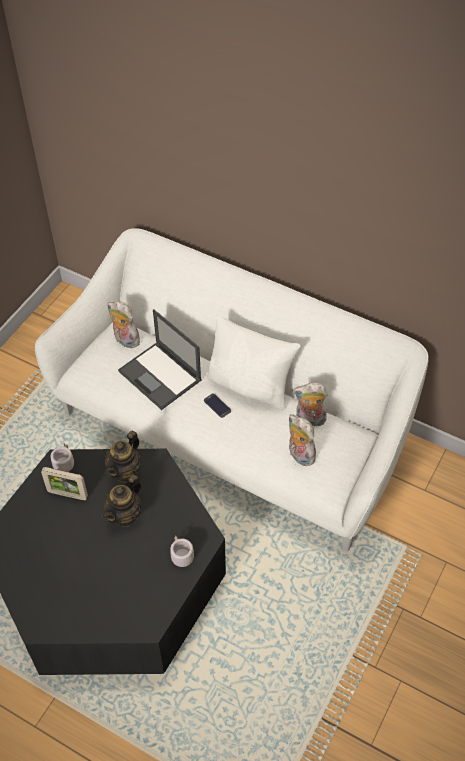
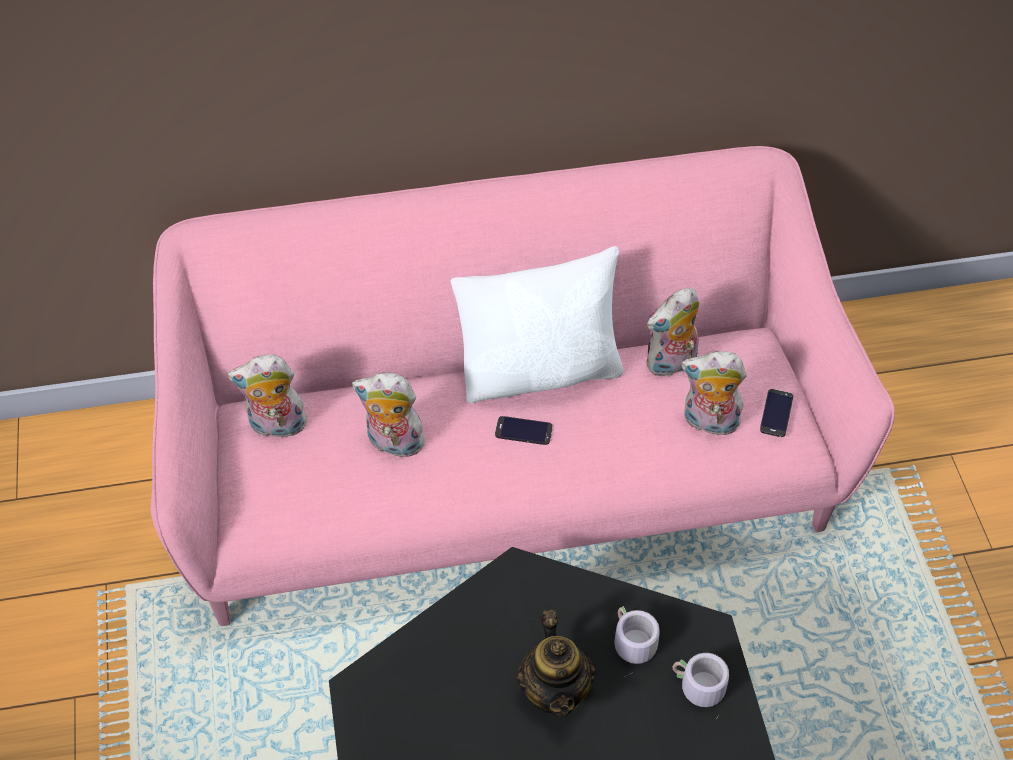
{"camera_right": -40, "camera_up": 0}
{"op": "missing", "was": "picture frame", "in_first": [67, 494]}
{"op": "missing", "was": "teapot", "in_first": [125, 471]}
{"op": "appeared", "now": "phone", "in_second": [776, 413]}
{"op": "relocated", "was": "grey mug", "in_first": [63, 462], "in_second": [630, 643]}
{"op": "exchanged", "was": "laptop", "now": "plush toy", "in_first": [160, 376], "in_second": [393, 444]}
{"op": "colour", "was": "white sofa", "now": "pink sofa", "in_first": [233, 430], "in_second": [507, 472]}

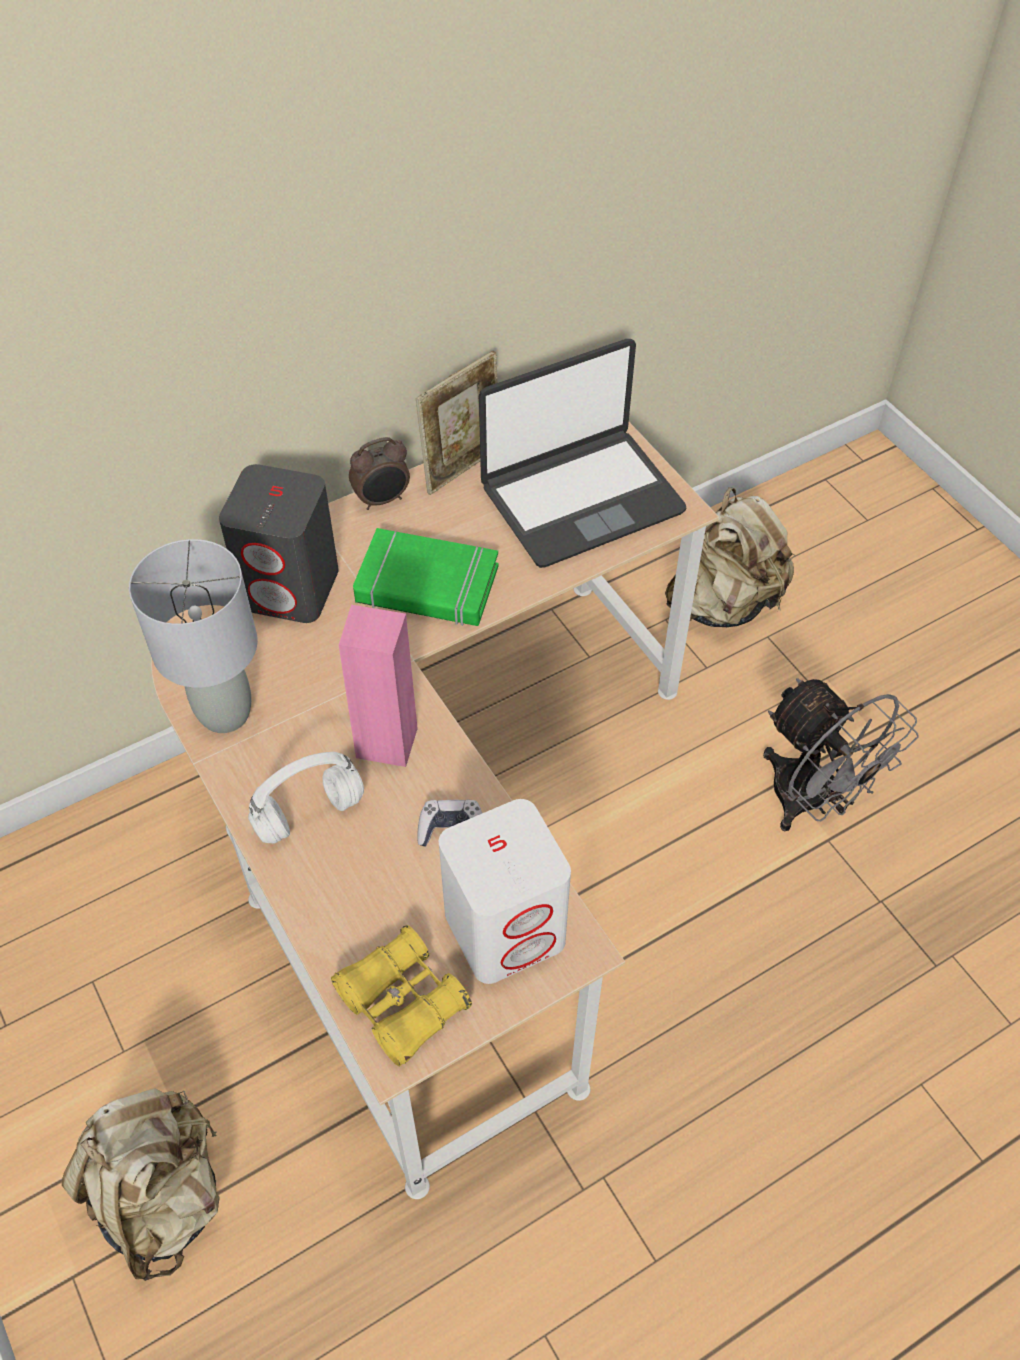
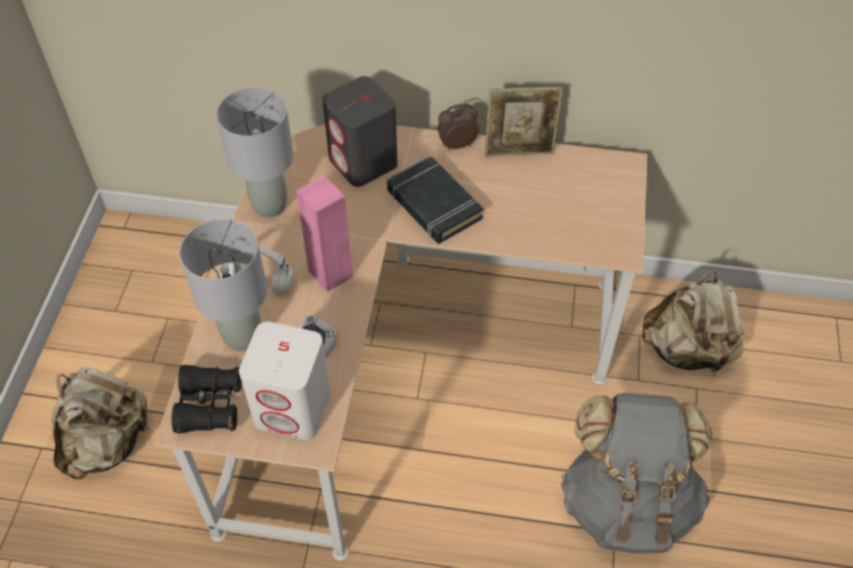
{"camera_right": 40, "camera_up": 0}
{"op": "missing", "was": "laptop", "in_first": [581, 498]}
{"op": "appeared", "now": "grey table lamp", "in_second": [243, 336]}
{"op": "exchanged", "was": "grey fan", "now": "grey backpack", "in_first": [812, 801], "in_second": [627, 503]}
{"op": "colour", "was": "yellow binoculars", "now": "black binoculars", "in_first": [402, 1003], "in_second": [209, 405]}
{"op": "colour", "was": "green book", "now": "black book", "in_first": [426, 585], "in_second": [433, 205]}
{"op": "spun", "was": "alarm clock", "in_first": [382, 500], "in_second": [457, 144], "clockwise": 150}

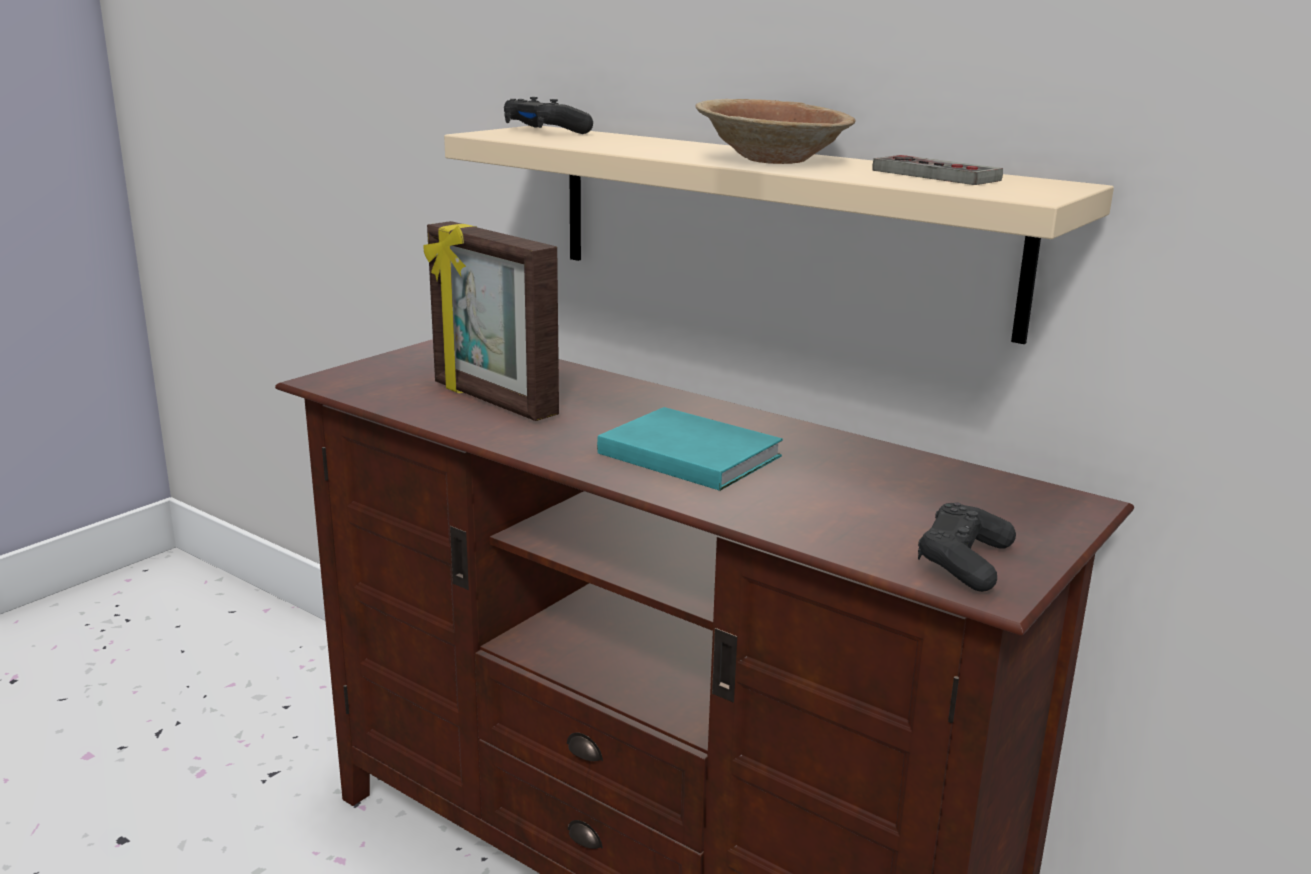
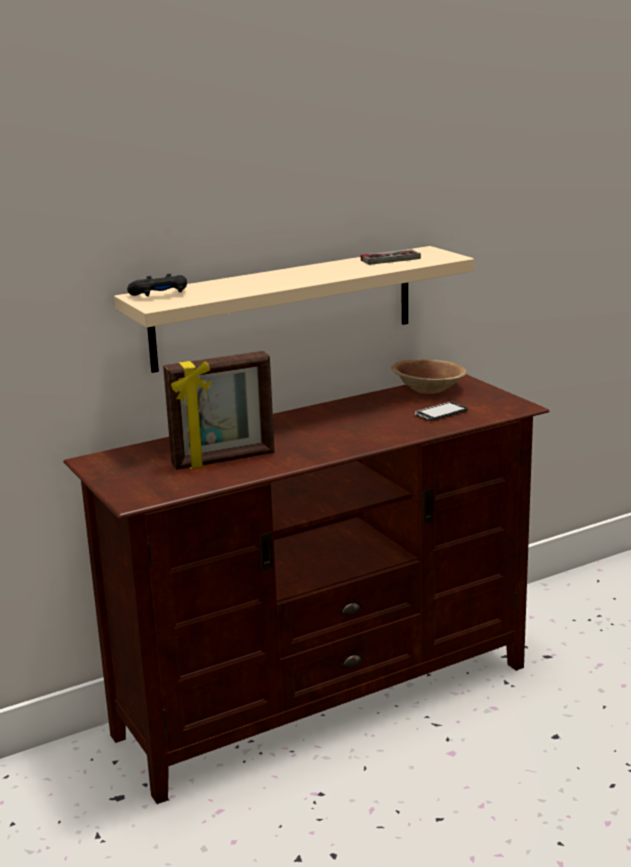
{"camera_right": -65, "camera_up": 0}
{"op": "missing", "was": "turquoise book", "in_first": [687, 453]}
{"op": "missing", "was": "black game controller", "in_first": [964, 562]}
{"op": "appeared", "now": "phone", "in_second": [441, 413]}
{"op": "relocated", "was": "brown bowl", "in_first": [772, 160], "in_second": [429, 390]}

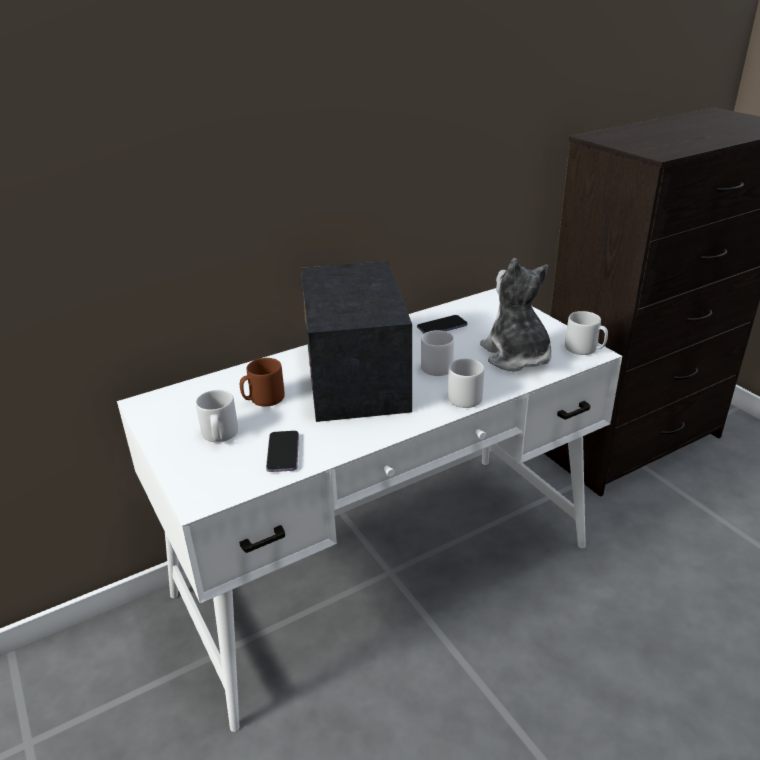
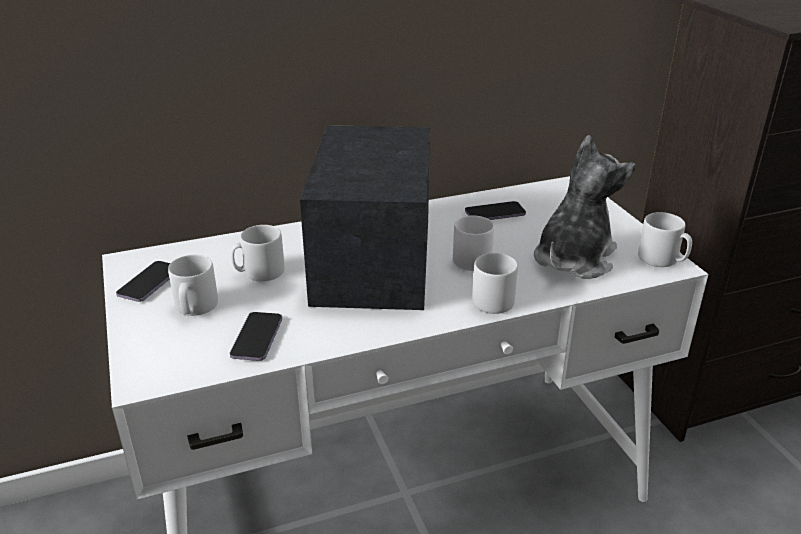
{"camera_right": 10, "camera_up": 0}
{"op": "appeared", "now": "phone", "in_second": [149, 283]}
{"op": "colour", "was": "brown mug", "now": "grey mug", "in_first": [263, 399], "in_second": [259, 272]}
{"op": "spun", "was": "plush toy", "in_first": [516, 356], "in_second": [573, 259], "clockwise": 45}

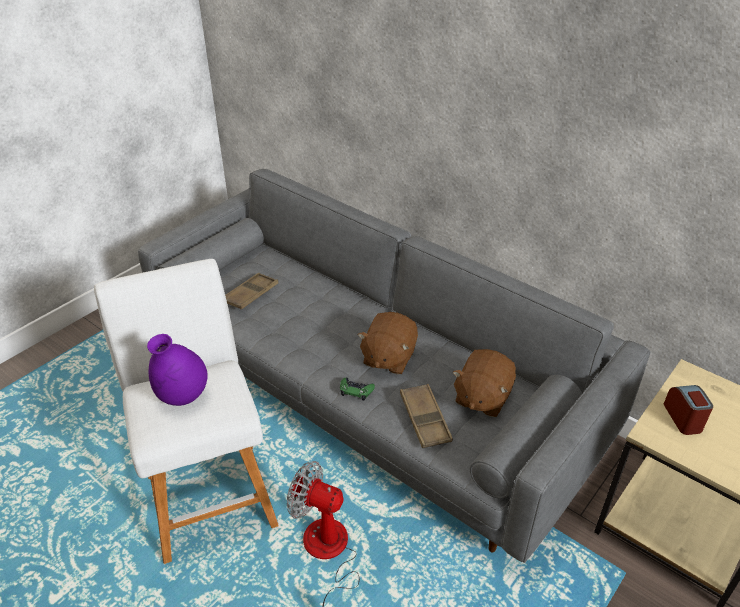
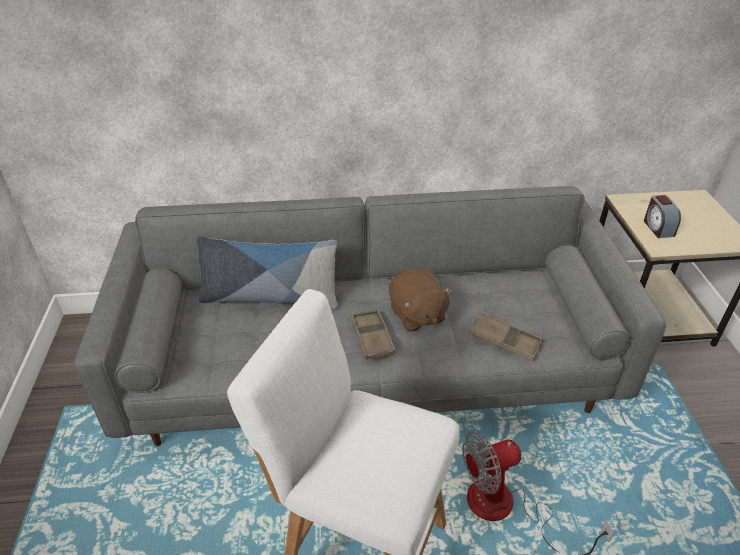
{"camera_right": -45, "camera_up": 0}
{"op": "missing", "was": "purple vase", "in_first": [183, 397]}
{"op": "missing", "was": "green game controller", "in_first": [356, 391]}
{"op": "missing", "was": "brown plush toy", "in_first": [482, 397]}
{"op": "appeared", "now": "pillow", "in_second": [270, 297]}
{"op": "relocated", "was": "brown tray", "in_first": [250, 294], "in_second": [372, 338]}
{"op": "spun", "was": "alarm clock", "in_first": [683, 418], "in_second": [657, 228], "clockwise": -135}

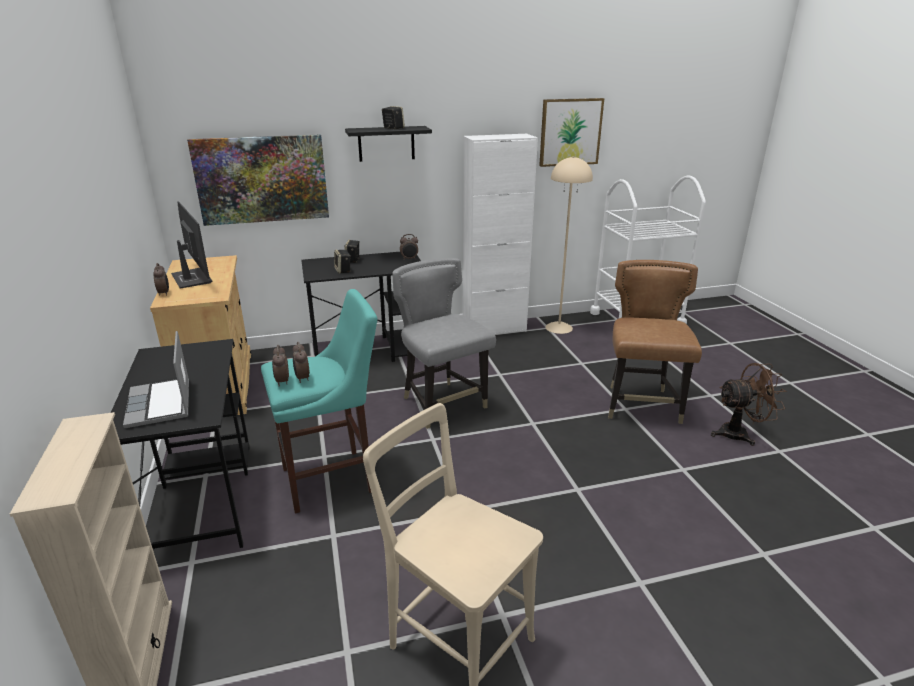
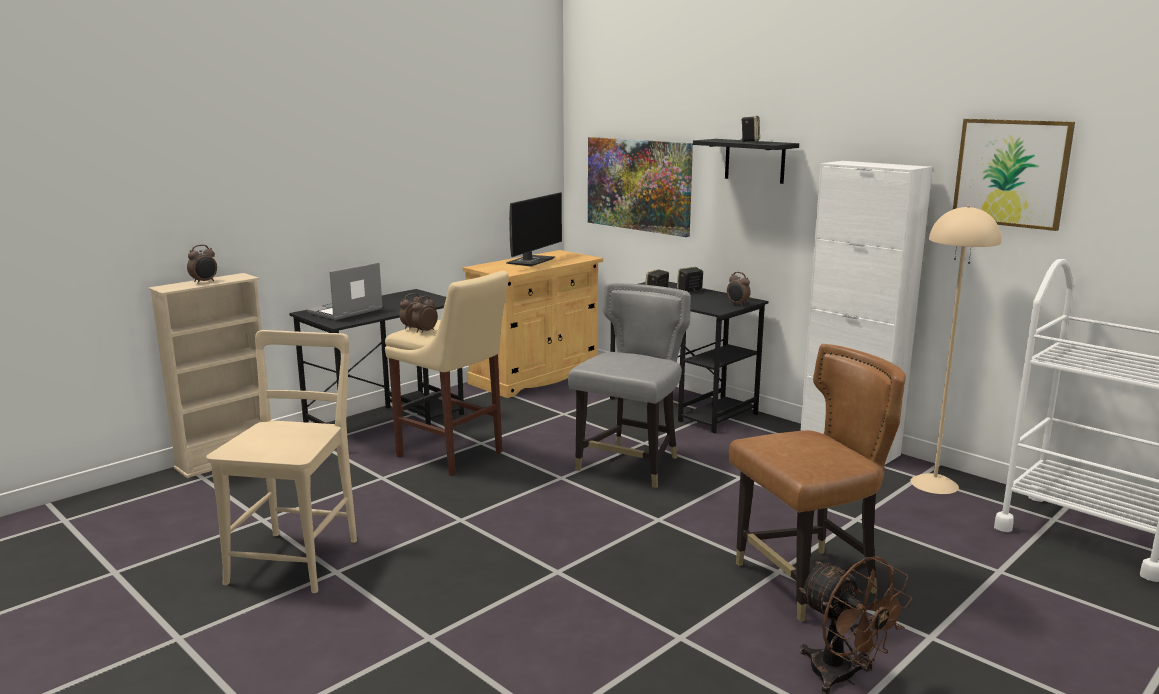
{"camera_right": 60, "camera_up": -10}
{"op": "relocated", "was": "alarm clock", "in_first": [164, 293], "in_second": [204, 282]}
{"op": "colour", "was": "turquoise stool", "now": "beige stool", "in_first": [333, 479], "in_second": [453, 455]}

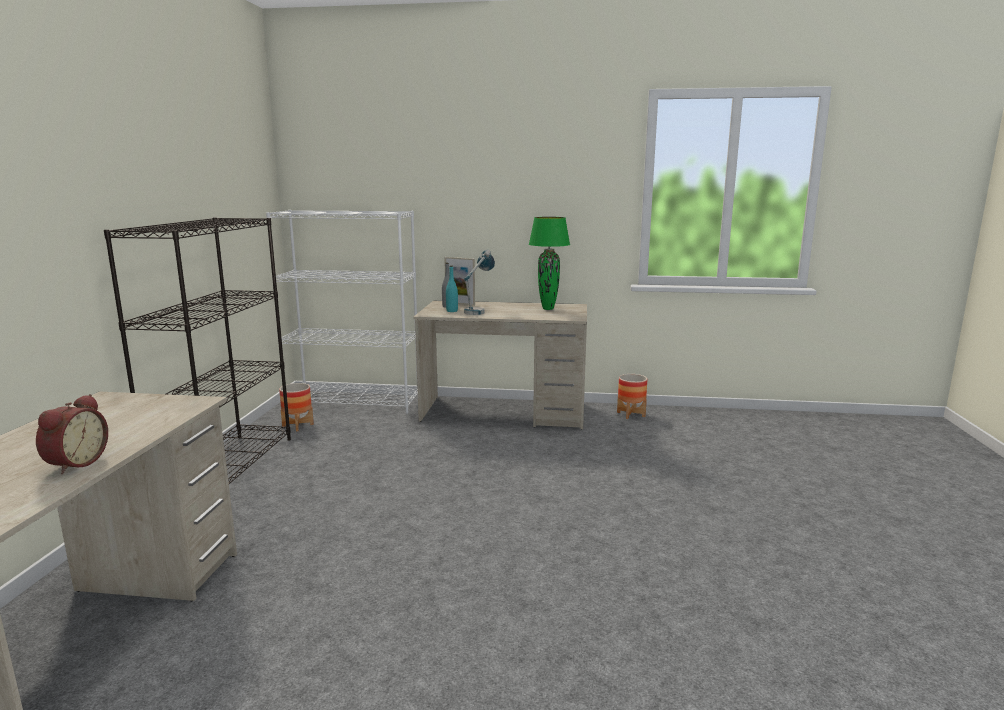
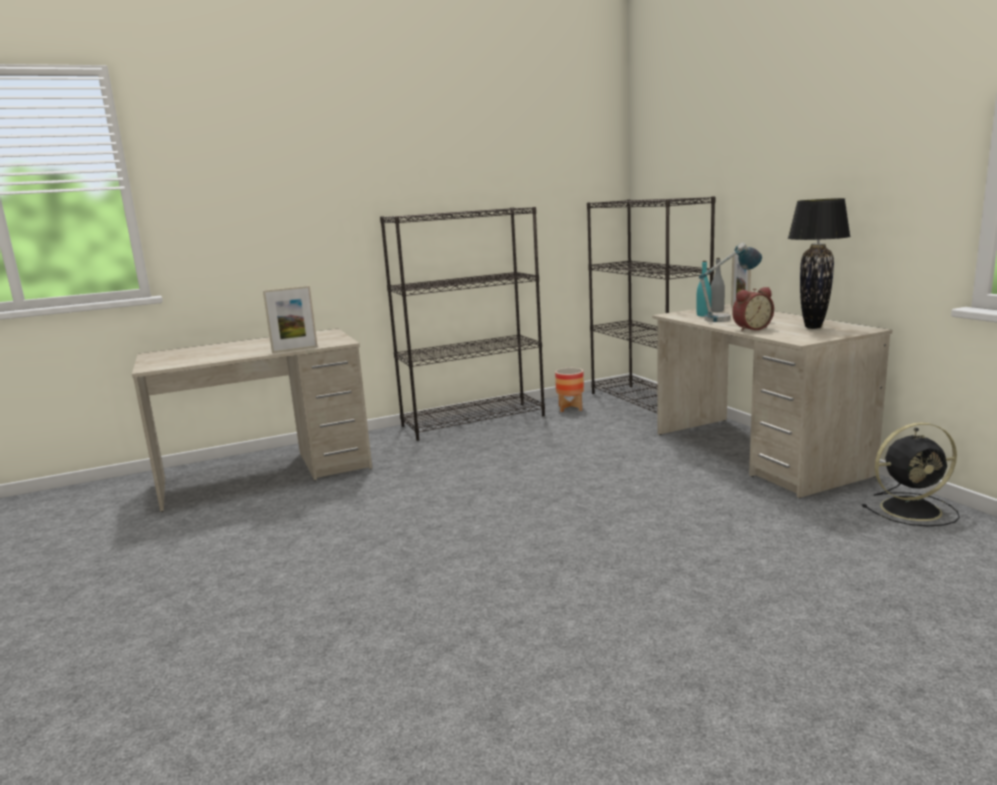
{"camera_right": 60, "camera_up": 0}
{"op": "appeared", "now": "picture frame", "in_second": [295, 349]}
{"op": "relocated", "was": "alarm clock", "in_first": [75, 463], "in_second": [750, 328]}
{"op": "exchanged", "was": "planter", "now": "black fan", "in_first": [631, 414], "in_second": [913, 509]}
{"op": "colour", "was": "white bookcase", "now": "black bookcase", "in_first": [354, 402], "in_second": [648, 404]}
{"op": "colour", "was": "green table lamp", "now": "black table lamp", "in_first": [548, 309], "in_second": [812, 327]}

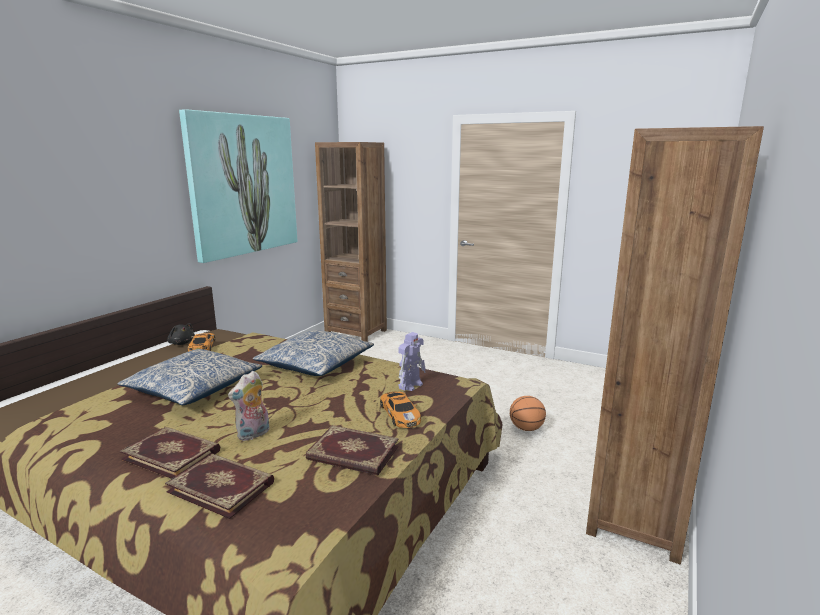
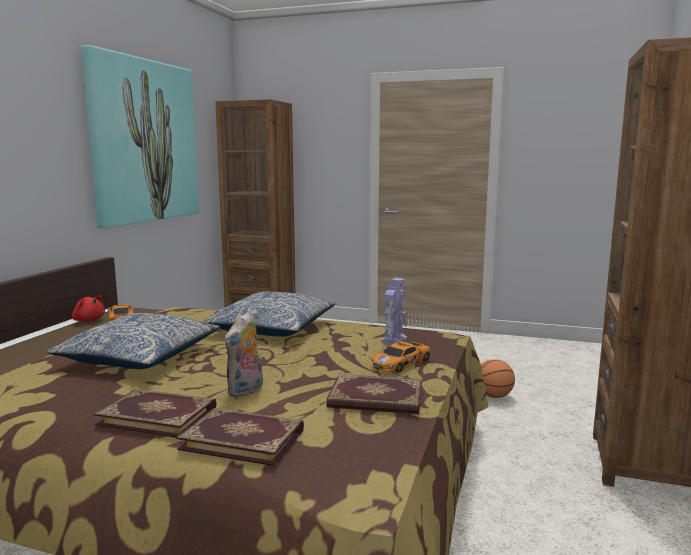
{"camera_right": -10, "camera_up": -5}
{"op": "colour", "was": "black plush toy", "now": "red plush toy", "in_first": [181, 343], "in_second": [88, 320]}
{"op": "spun", "was": "toy car", "in_first": [400, 414], "in_second": [401, 363], "clockwise": 75}

